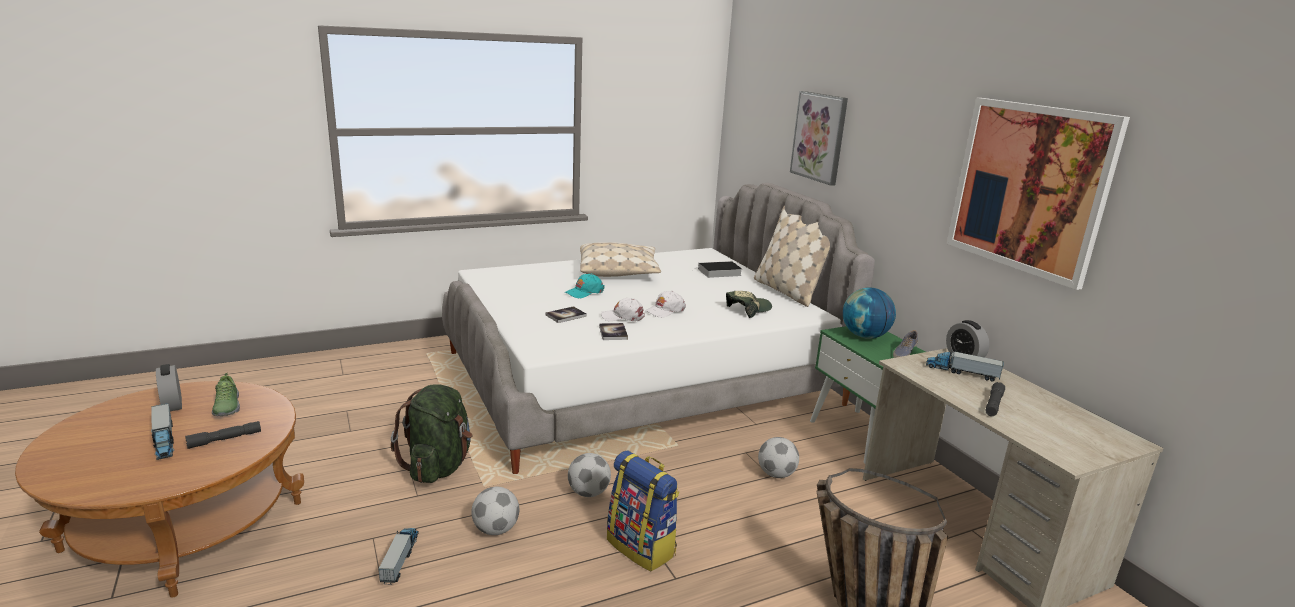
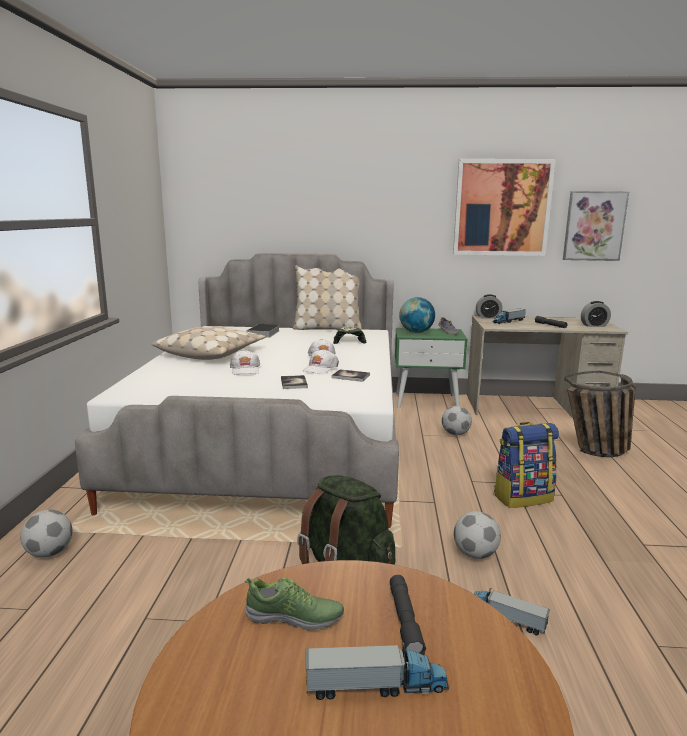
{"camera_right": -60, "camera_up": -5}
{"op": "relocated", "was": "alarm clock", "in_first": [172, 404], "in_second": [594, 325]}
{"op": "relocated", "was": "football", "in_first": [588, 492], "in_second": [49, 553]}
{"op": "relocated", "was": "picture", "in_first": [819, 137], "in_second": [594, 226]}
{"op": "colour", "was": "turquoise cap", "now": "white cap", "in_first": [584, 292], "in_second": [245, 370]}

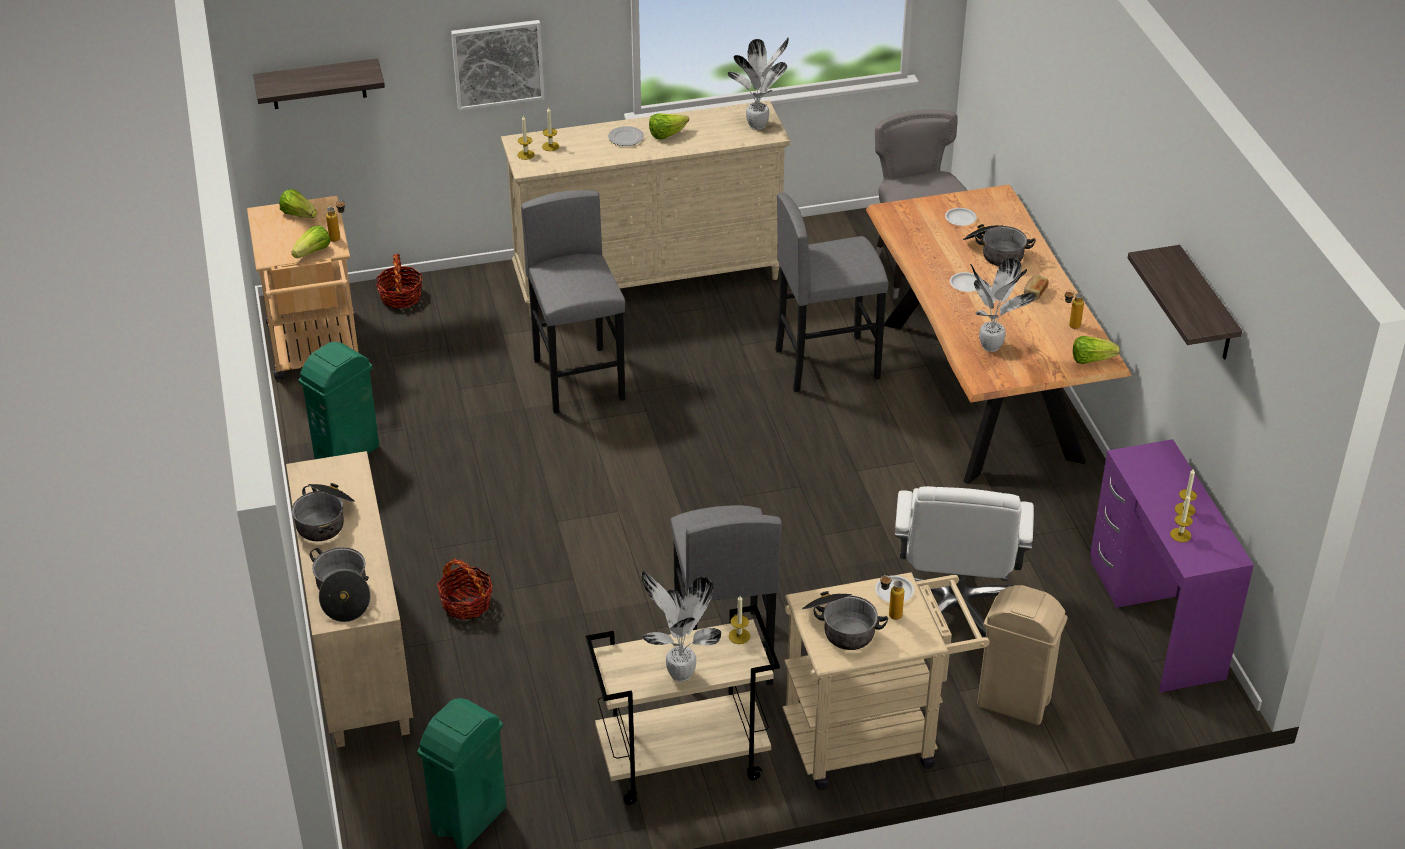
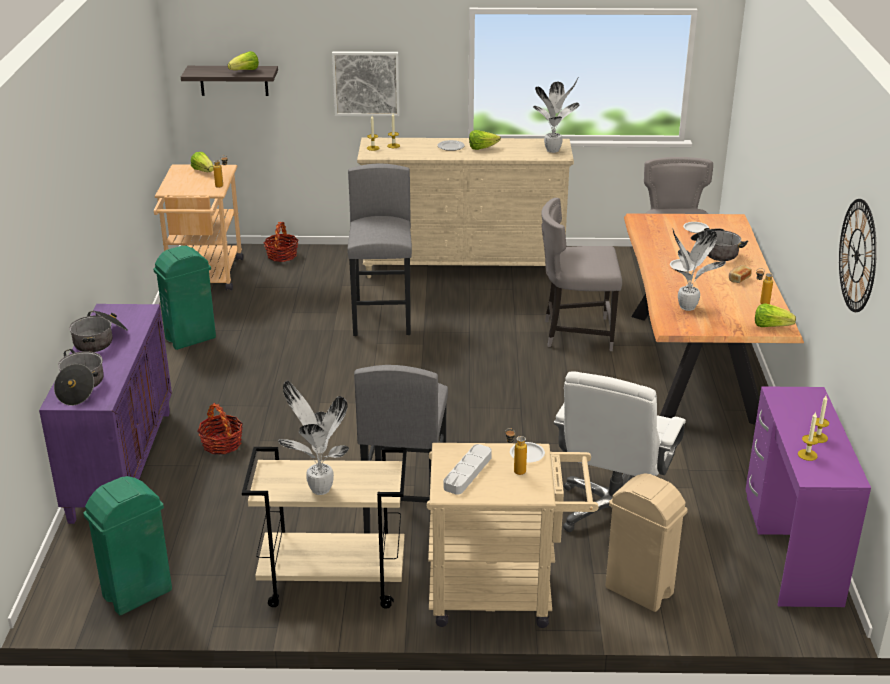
{"camera_right": 15, "camera_up": -10}
{"op": "missing", "was": "candle", "in_first": [739, 636]}
{"op": "relocated", "was": "lettuce", "in_first": [313, 252], "in_second": [245, 71]}
{"op": "exchanged", "was": "grey stool", "now": "grey chair", "in_first": [826, 363], "in_second": [576, 334]}
{"op": "exchanged", "was": "cooking pot", "now": "grey tray", "in_first": [841, 627], "in_second": [467, 472]}
{"op": "exchanged", "was": "shelf", "now": "wall clock", "in_first": [1206, 306], "in_second": [857, 255]}
{"op": "colour", "was": "beige cabinet", "now": "purple cabinet", "in_first": [357, 654], "in_second": [121, 464]}

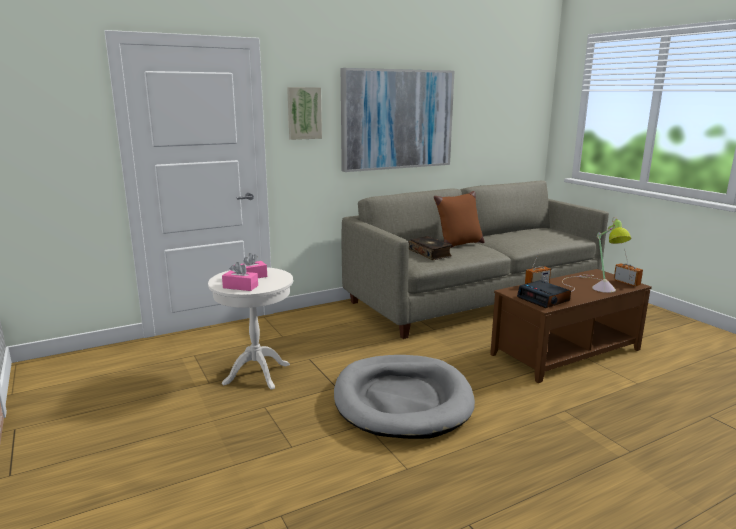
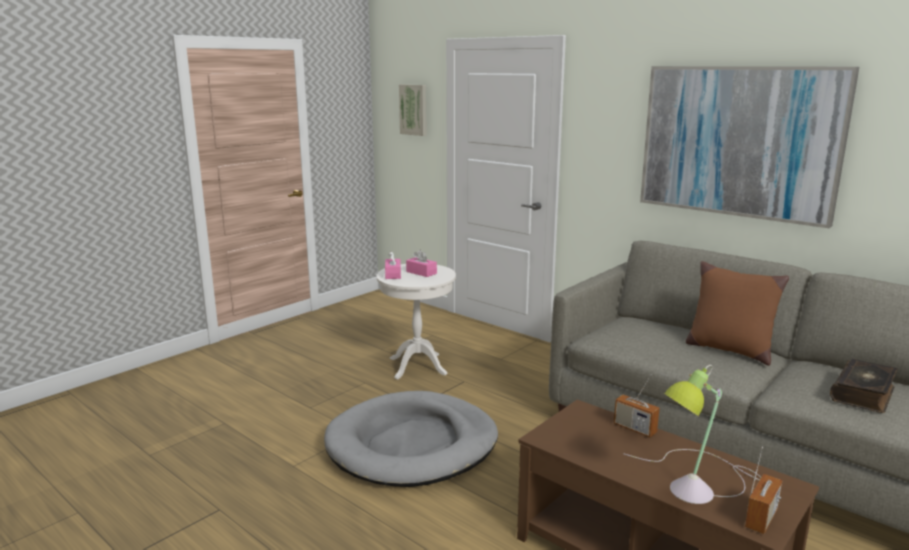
{"camera_right": 70, "camera_up": 0}
{"op": "missing", "was": "alarm clock", "in_first": [544, 299]}
{"op": "relocated", "was": "picture", "in_first": [304, 113], "in_second": [414, 109]}
{"op": "relocated", "was": "book", "in_first": [430, 253], "in_second": [863, 394]}

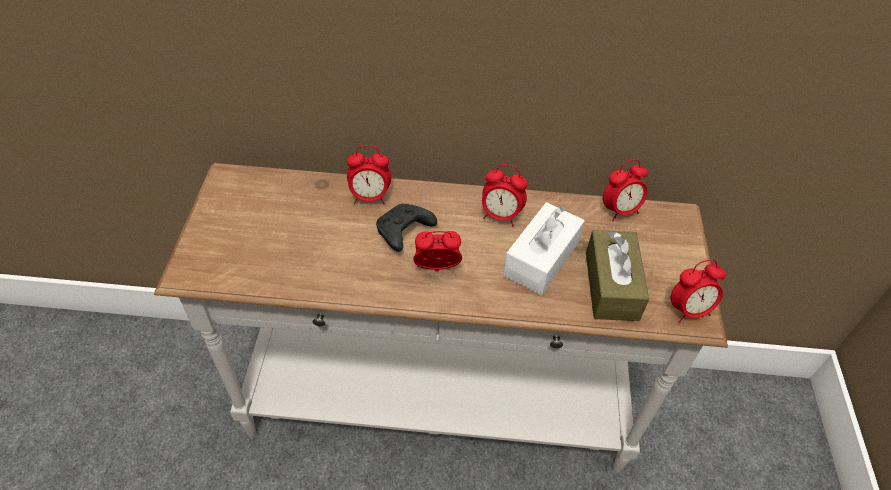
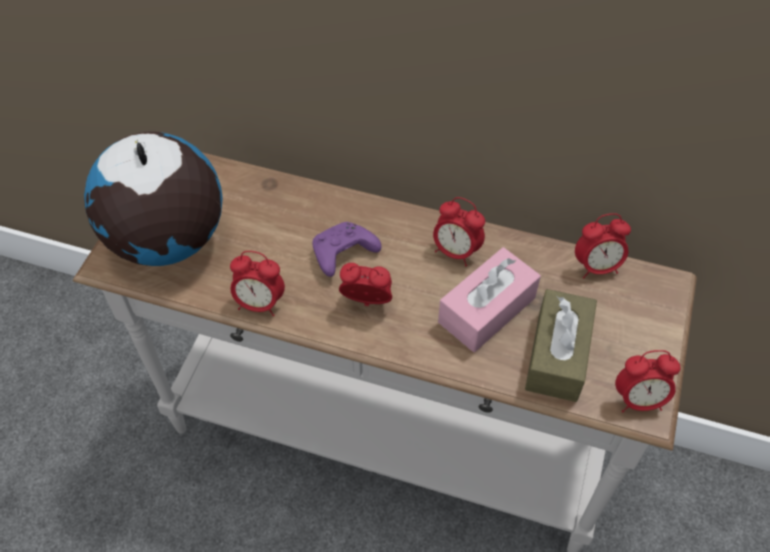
{"camera_right": 15, "camera_up": 5}
{"op": "appeared", "now": "globe", "in_second": [167, 241]}
{"op": "relocated", "was": "alarm clock", "in_first": [370, 197], "in_second": [260, 303]}
{"op": "colour", "was": "black game controller", "now": "purple game controller", "in_first": [403, 233], "in_second": [342, 255]}
{"op": "colour", "was": "white tissue box", "now": "pink tissue box", "in_first": [541, 259], "in_second": [486, 310]}

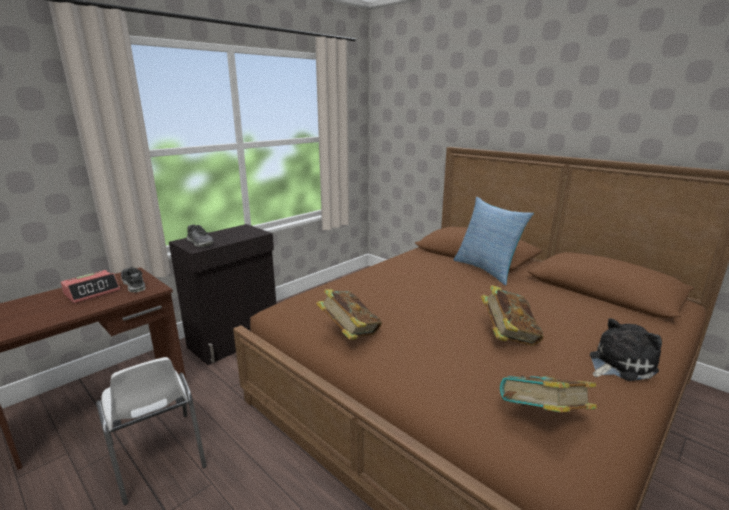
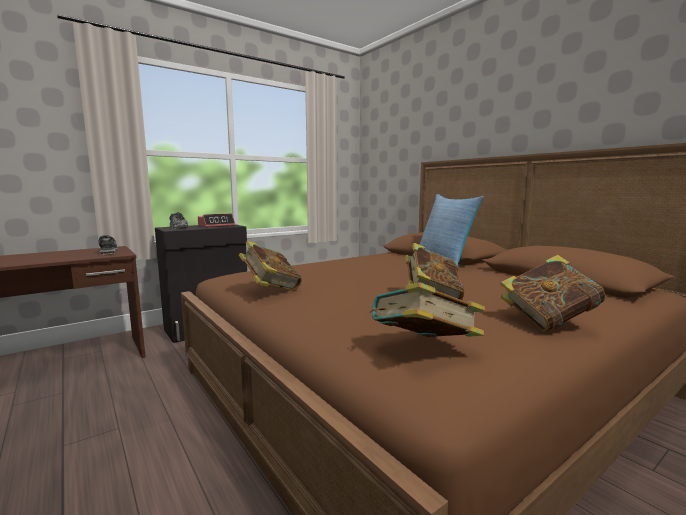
{"camera_right": 10, "camera_up": -10}
{"op": "missing", "was": "white chair", "in_first": [157, 456]}
{"op": "relocated", "was": "alarm clock", "in_first": [92, 292], "in_second": [216, 225]}
{"op": "exchanged", "was": "plush toy", "now": "book", "in_first": [618, 364], "in_second": [548, 322]}

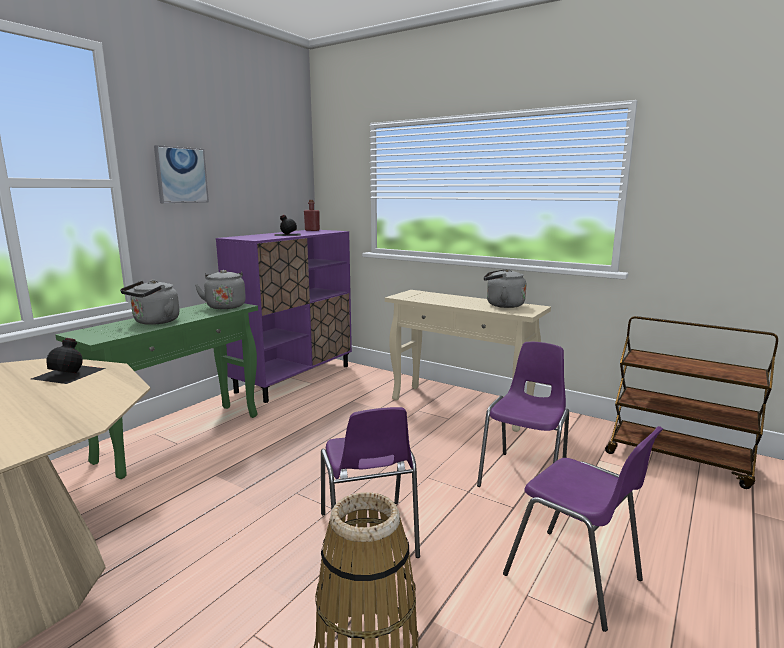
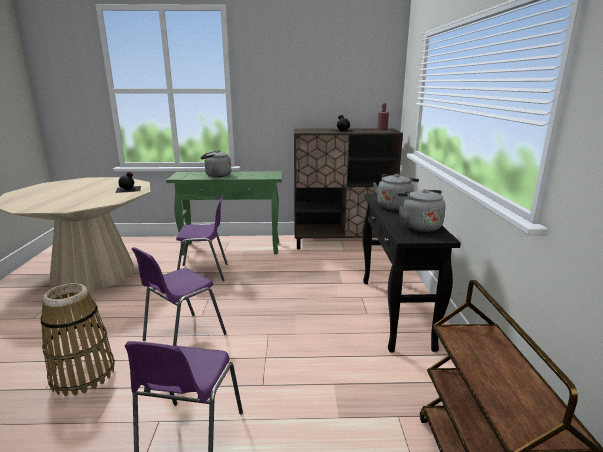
{"camera_right": 55, "camera_up": 5}
{"op": "missing", "was": "picture", "in_first": [181, 175]}
{"op": "relocated", "was": "grey kettle", "in_first": [225, 306], "in_second": [394, 206]}
{"op": "relocated", "was": "purple chair", "in_first": [525, 477], "in_second": [204, 273]}
{"op": "colour", "was": "purple cabinet", "now": "brown cabinet", "in_first": [295, 378], "in_second": [342, 242]}
{"op": "colour", "was": "beige console table", "now": "black console table", "in_first": [461, 407], "in_second": [395, 312]}

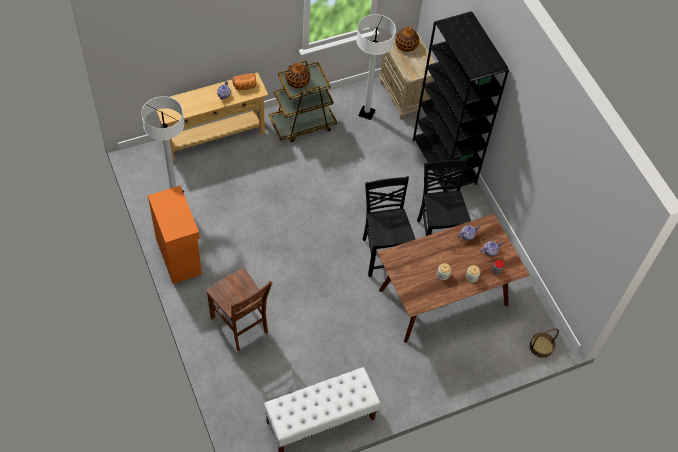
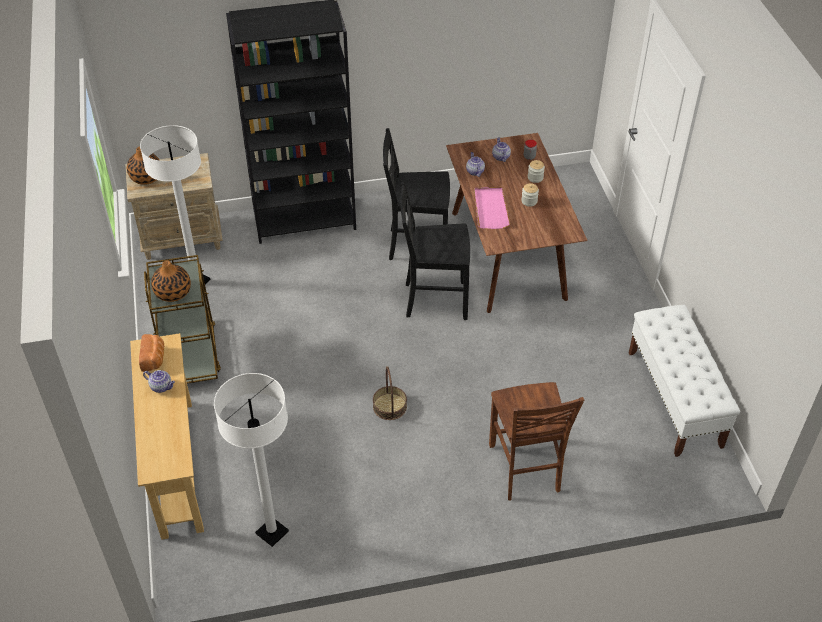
{"camera_right": -75, "camera_up": -10}
{"op": "missing", "was": "orange cabinet", "in_first": [179, 255]}
{"op": "appeared", "now": "pink tray", "in_second": [490, 209]}
{"op": "relocated", "was": "basket", "in_first": [541, 347], "in_second": [390, 406]}
{"op": "spun", "was": "brown chair", "in_first": [240, 326], "in_second": [525, 469], "clockwise": 105}

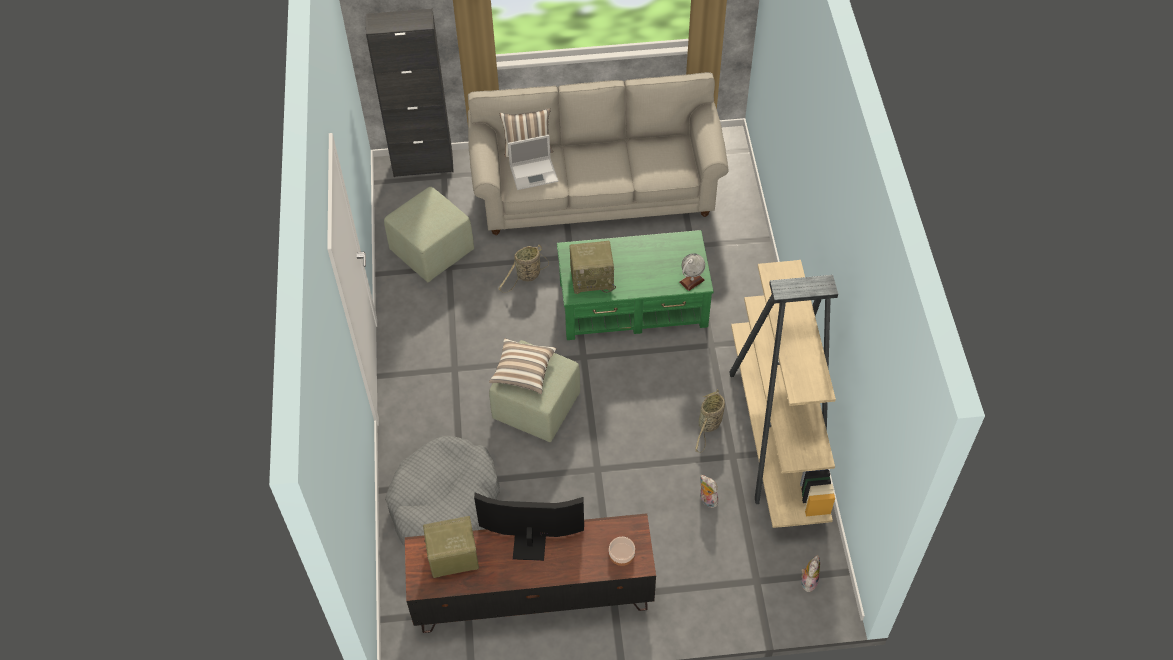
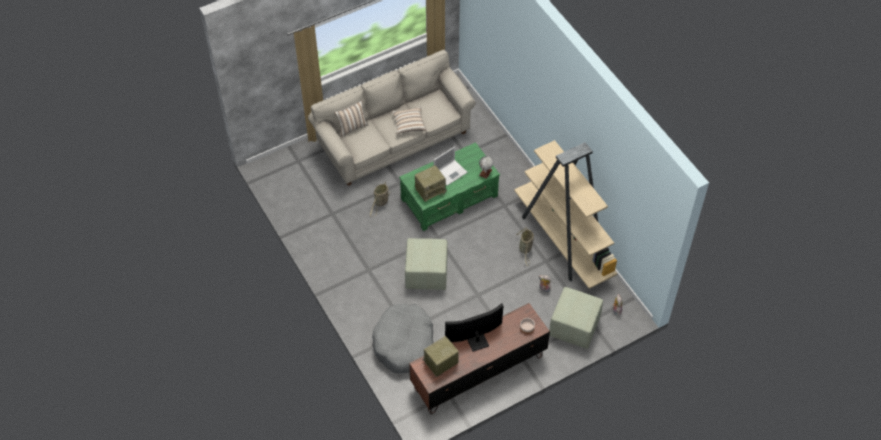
{"camera_right": -25, "camera_up": 0}
{"op": "missing", "was": "black cabinet", "in_first": [423, 164]}
{"op": "relocated", "was": "green ottoman", "in_first": [432, 250], "in_second": [574, 326]}
{"op": "relocated", "was": "pillow", "in_first": [523, 372], "in_second": [409, 124]}
{"op": "relocated", "was": "laptop", "in_first": [534, 173], "in_second": [450, 172]}

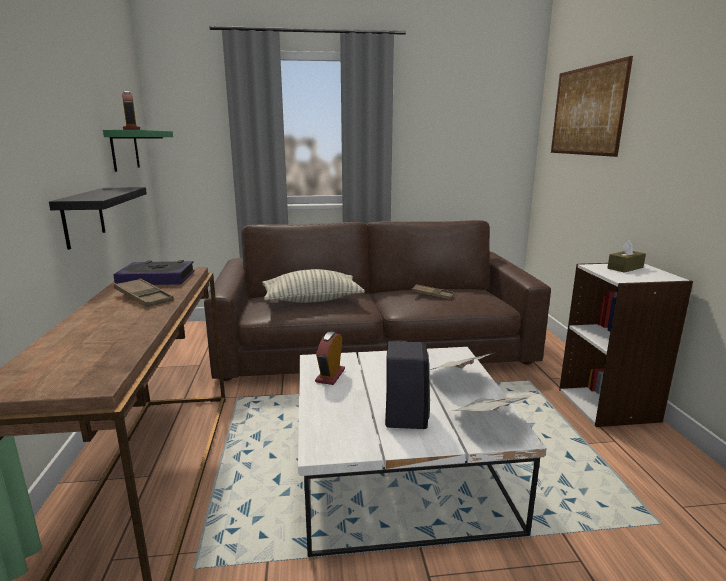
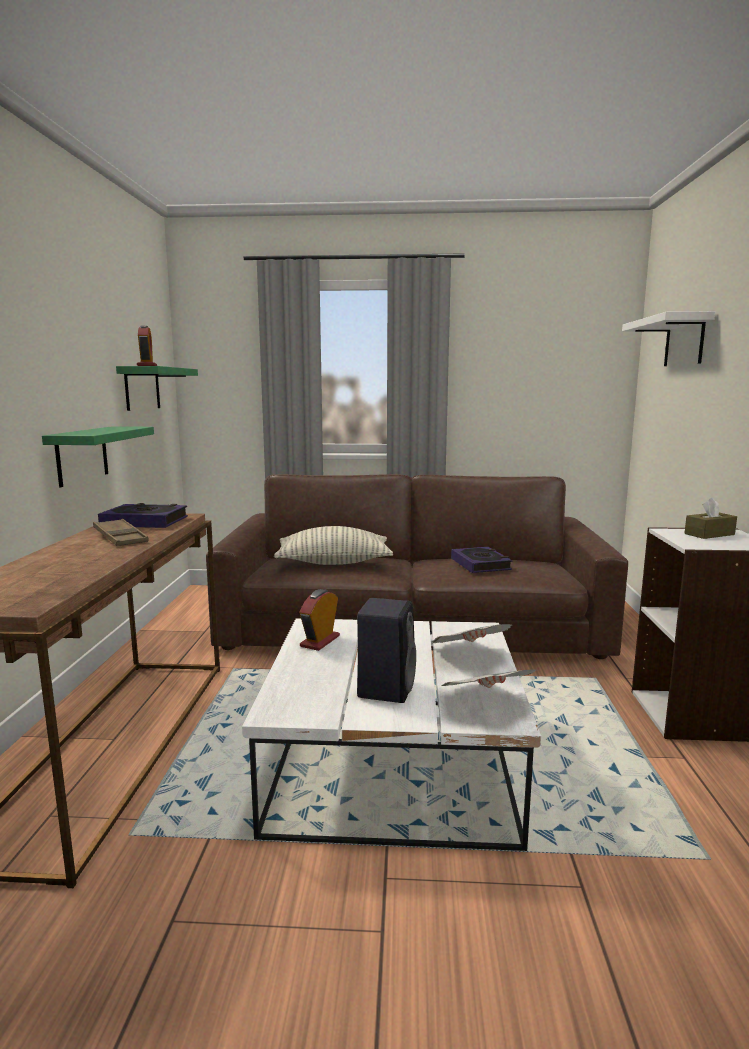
{"camera_right": 10, "camera_up": -5}
{"op": "exchanged", "was": "brown tray", "now": "book", "in_first": [432, 295], "in_second": [480, 564]}
{"op": "exchanged", "was": "picture", "now": "white shelf", "in_first": [586, 111], "in_second": [684, 341]}
{"op": "colour", "was": "black shelf", "now": "green shelf", "in_first": [83, 217], "in_second": [82, 455]}

